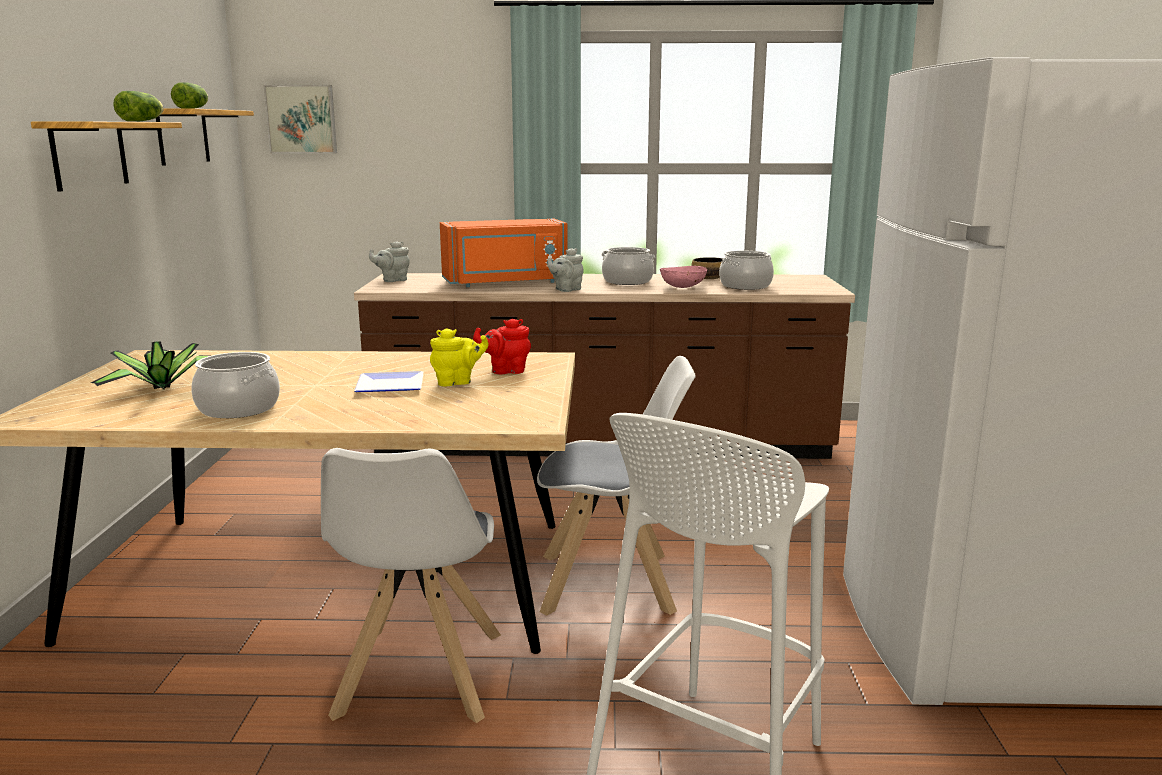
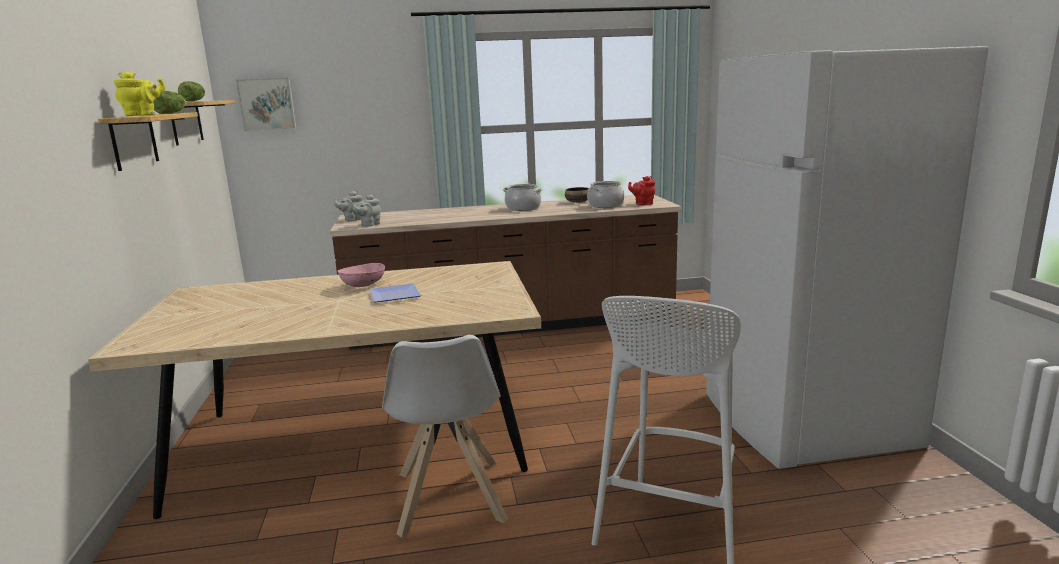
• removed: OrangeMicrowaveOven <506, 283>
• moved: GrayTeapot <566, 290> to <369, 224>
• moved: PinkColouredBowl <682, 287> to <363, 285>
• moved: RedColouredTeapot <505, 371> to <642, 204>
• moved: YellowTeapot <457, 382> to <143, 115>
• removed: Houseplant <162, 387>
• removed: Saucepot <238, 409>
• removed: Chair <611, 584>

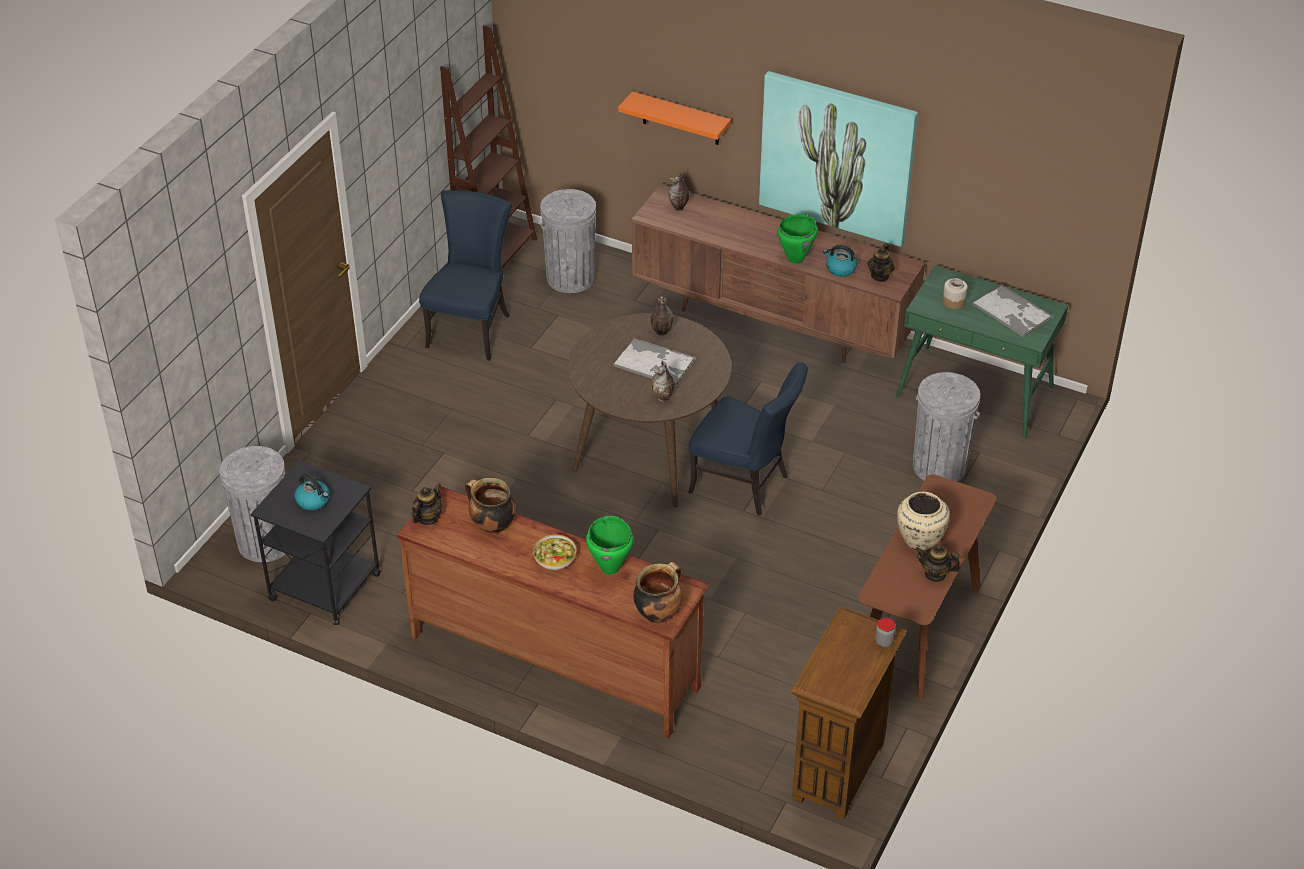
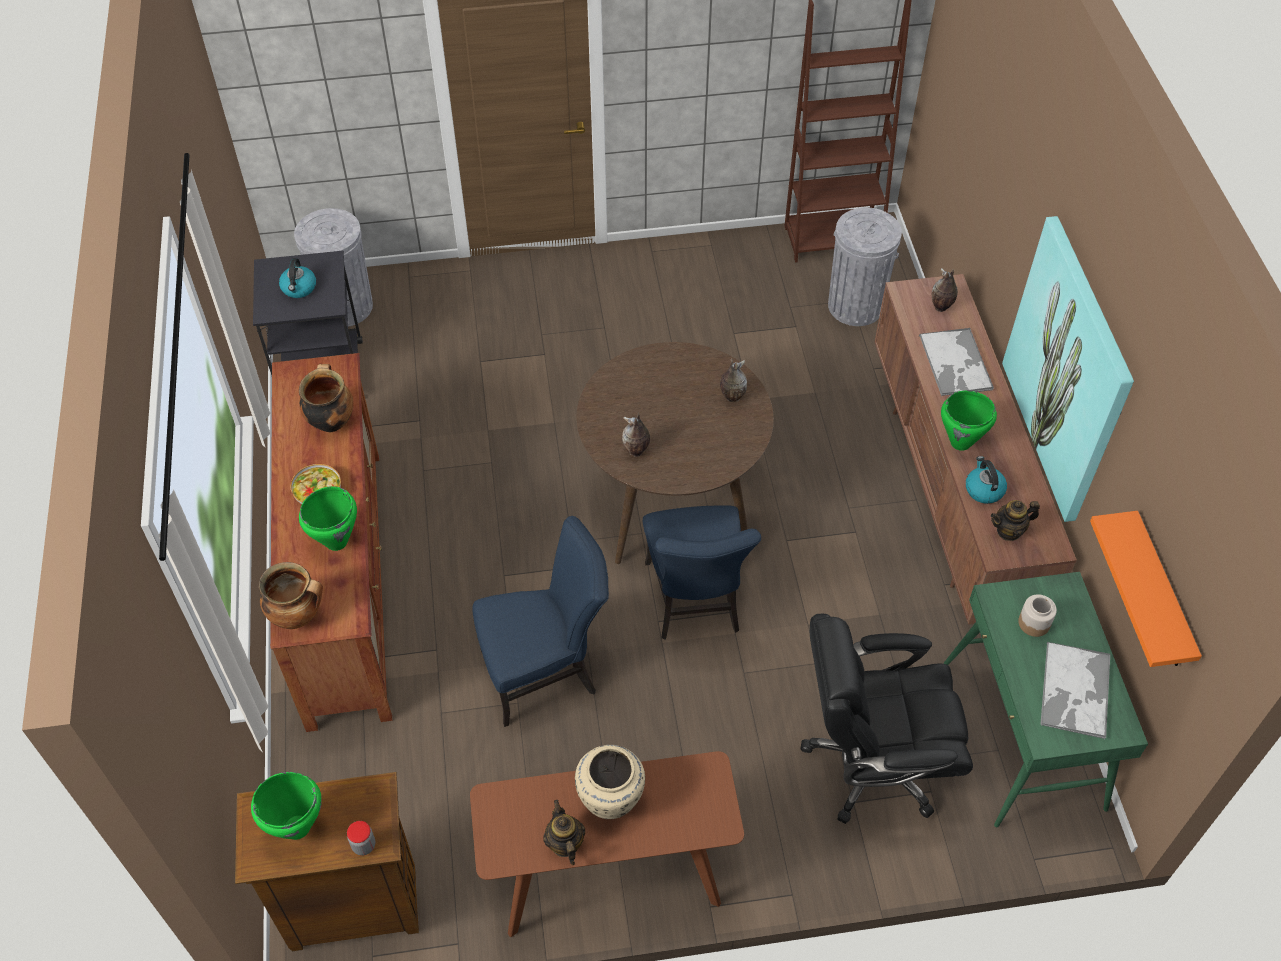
• moved: OrangeWallShelf <681, 119> to <1161, 595>
• moved: BluishChair <472, 328> to <546, 671>
• moved: ServingTray <654, 363> to <955, 363>
• replaced: GrayRubbishBin <939, 466> to BlackishDeskChair <873, 763>
• removed: Teapot <428, 518>
• added: GreenishSaucepot <296, 827>

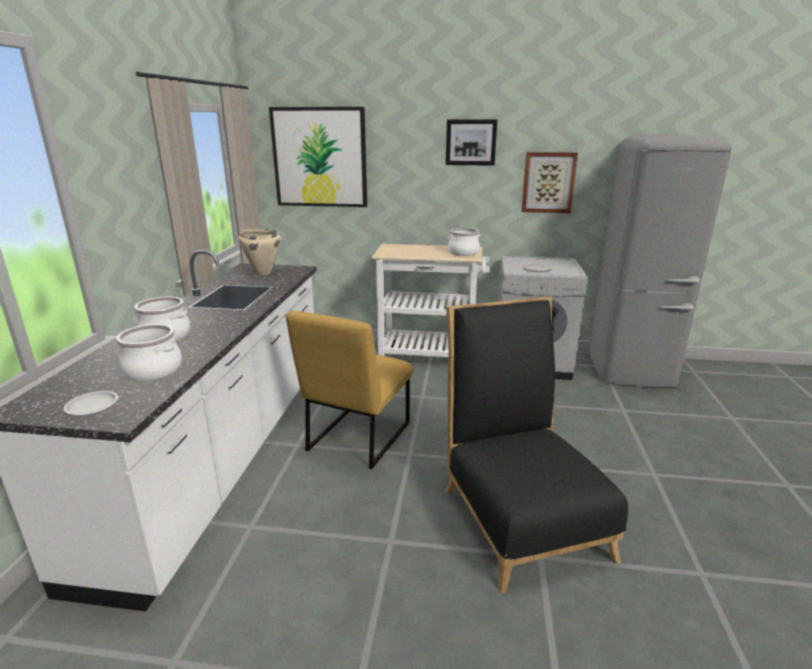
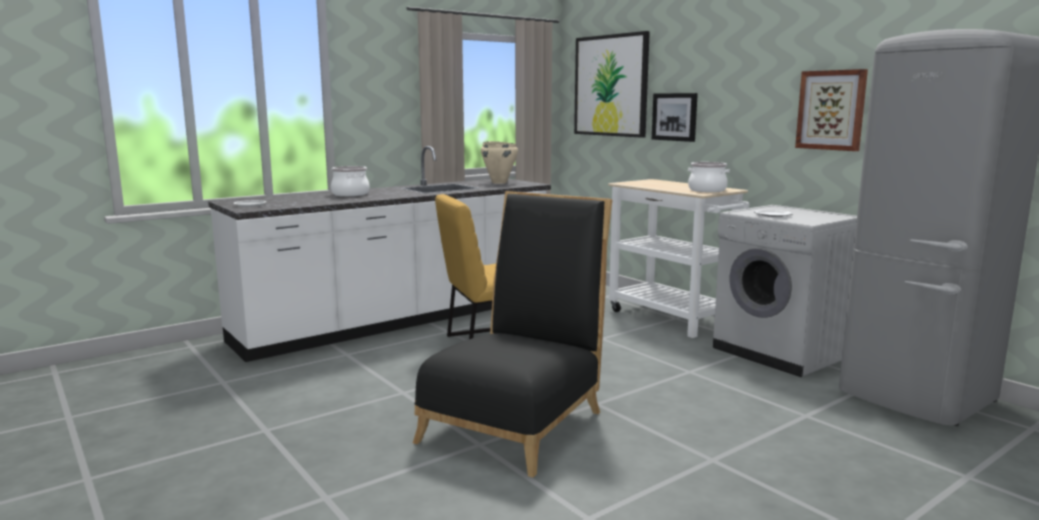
• moved: Picture <471, 142> to <675, 117>
• removed: Saucepot <152, 371>

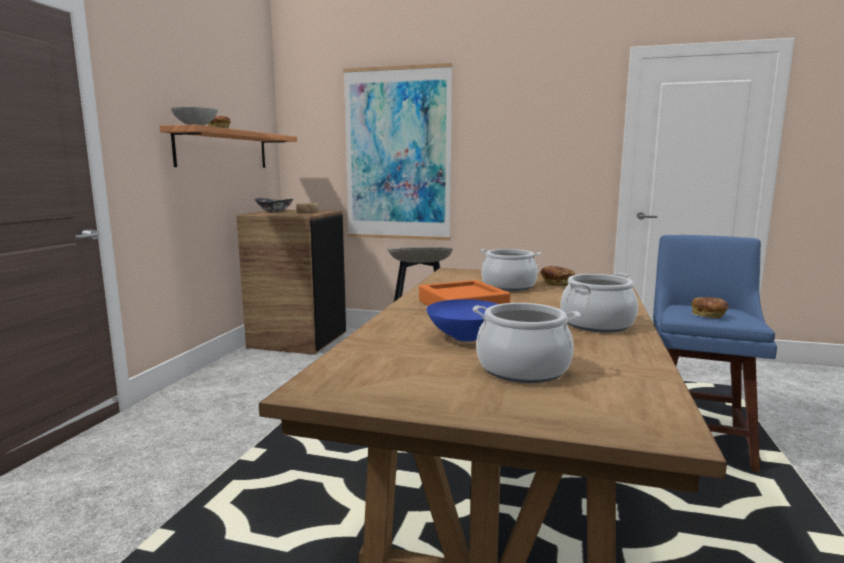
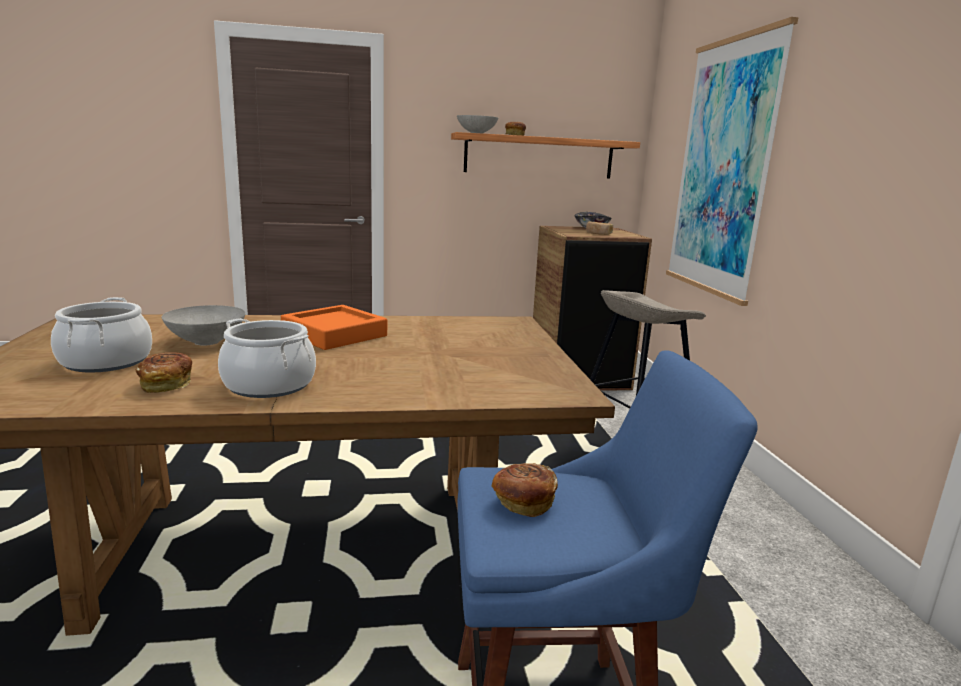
• removed: Saucepot <508, 286>
• moved: BakeryBread <556, 283> to <167, 385>
• recoloured: BluishBowl <467, 338> to GrayBowl <206, 342>

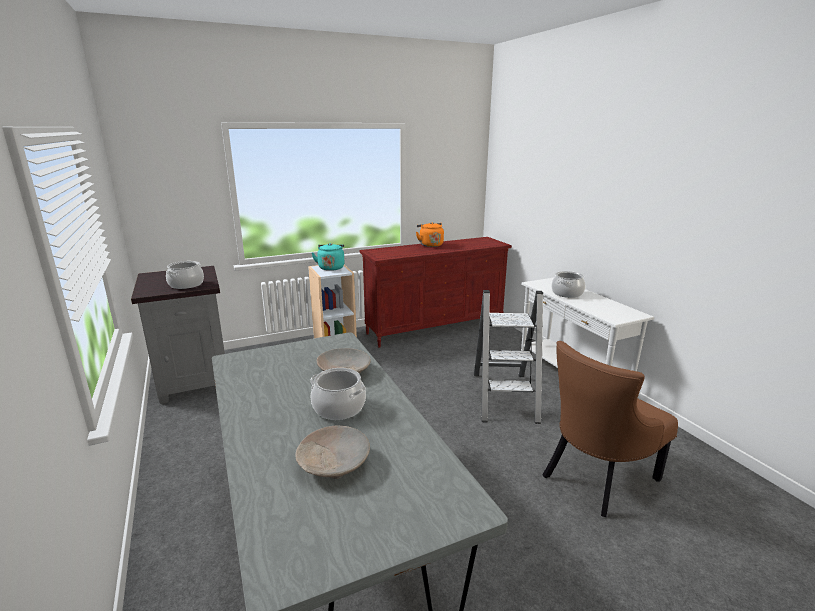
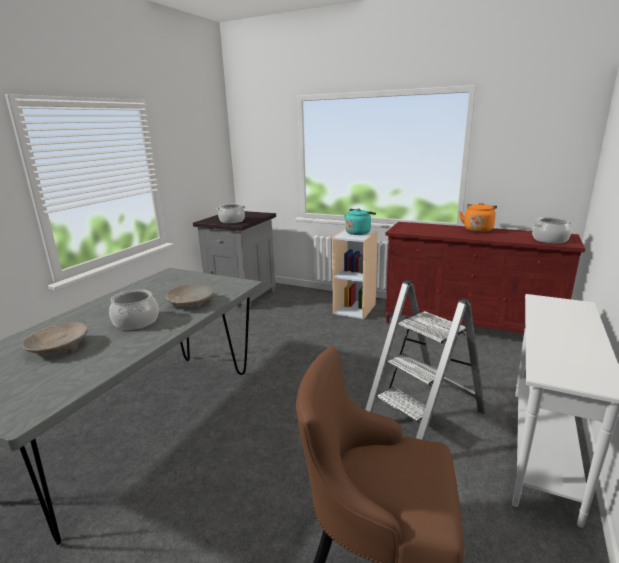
• moved: Saucepot <567, 293> to <549, 240>

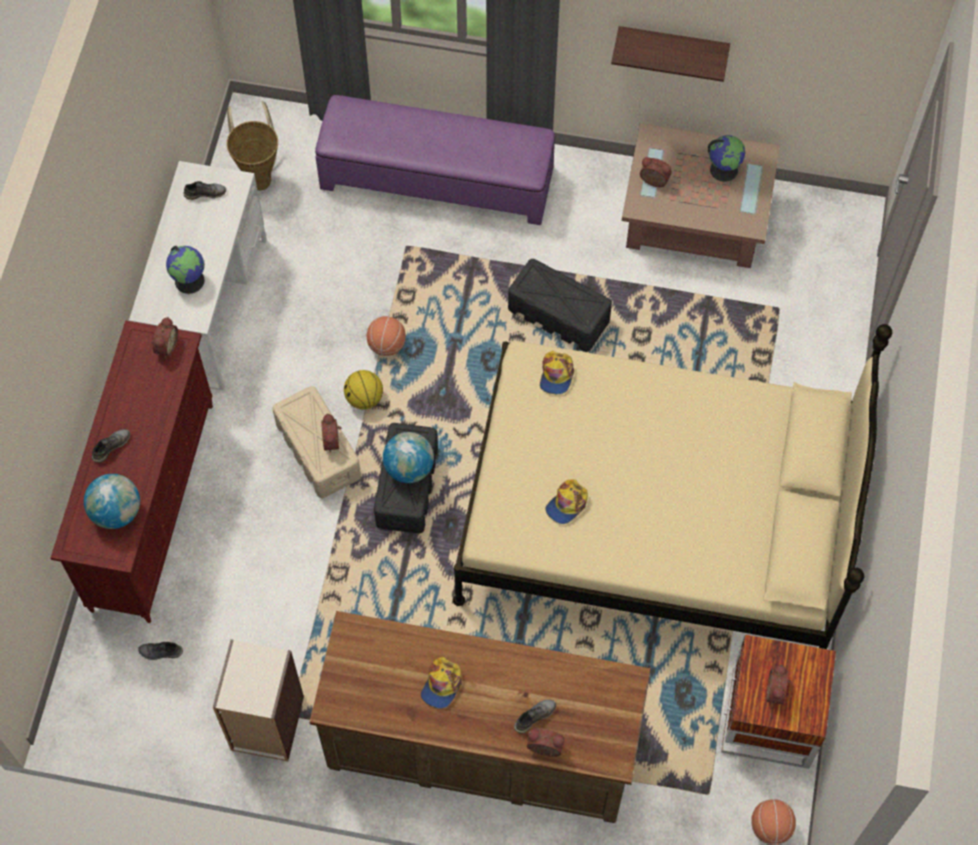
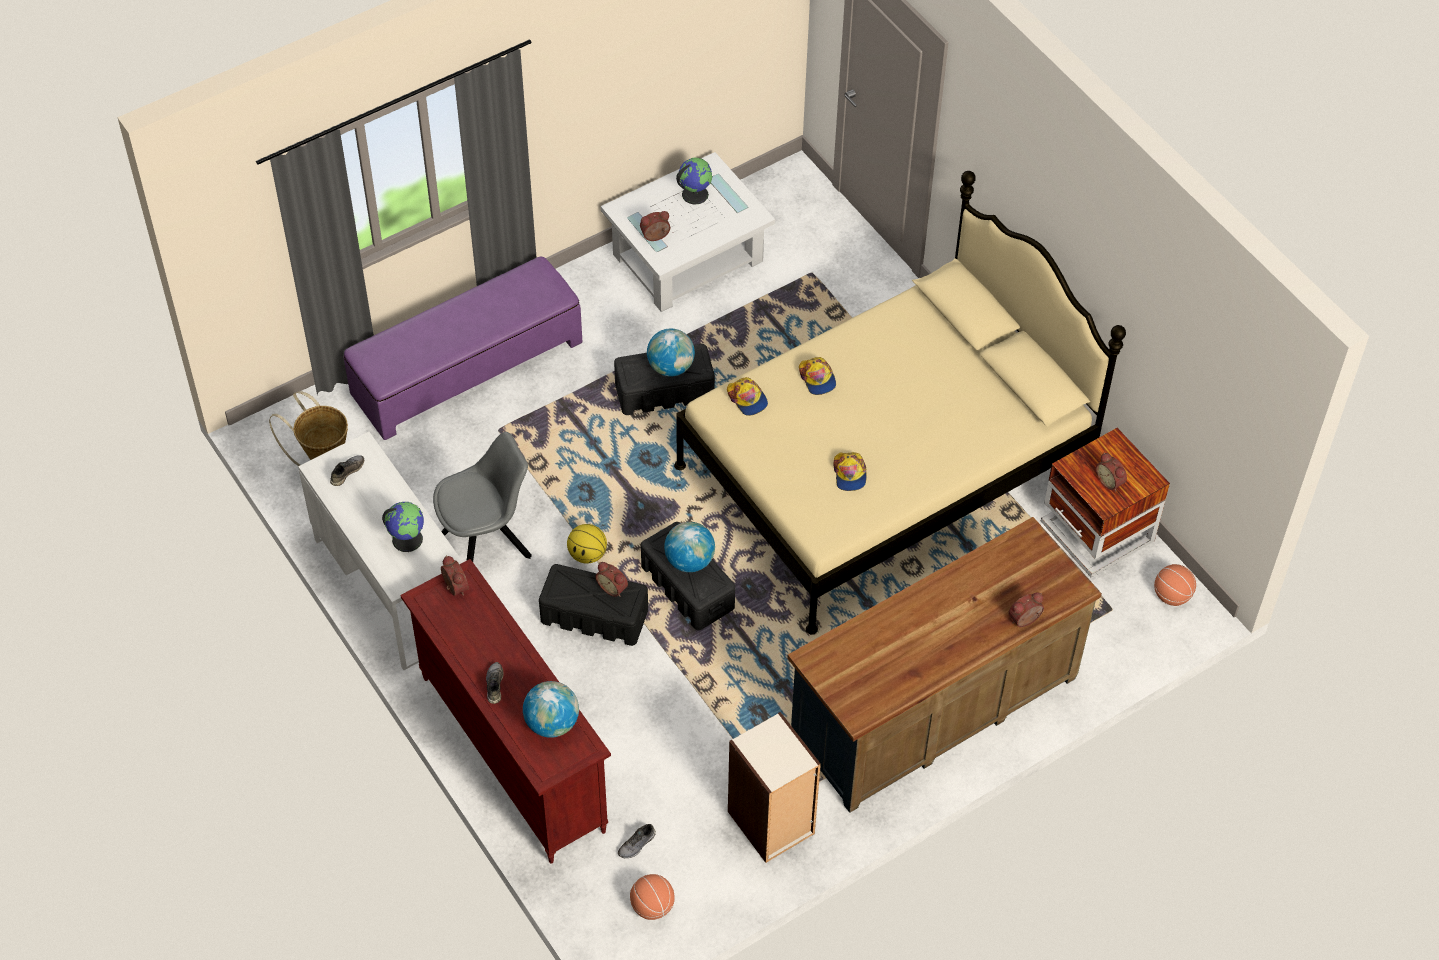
• removed: WallShelf <672, 46>
• recoloured: BrownCoffeeTable <694, 219> to WhiteColouredCoffeeTable <687, 258>
• moved: BallForBasketball <386, 345> to <652, 907>
• recoloured: BeigeStorageBox <318, 451> to BlackishStorageBox <595, 616>
• moved: BaseballCap <441, 685> to <817, 378>
• removed: GrayItemOfFootwear <534, 716>
• added: WorldGlobe <671, 367>
• added: GrayChair <486, 546>

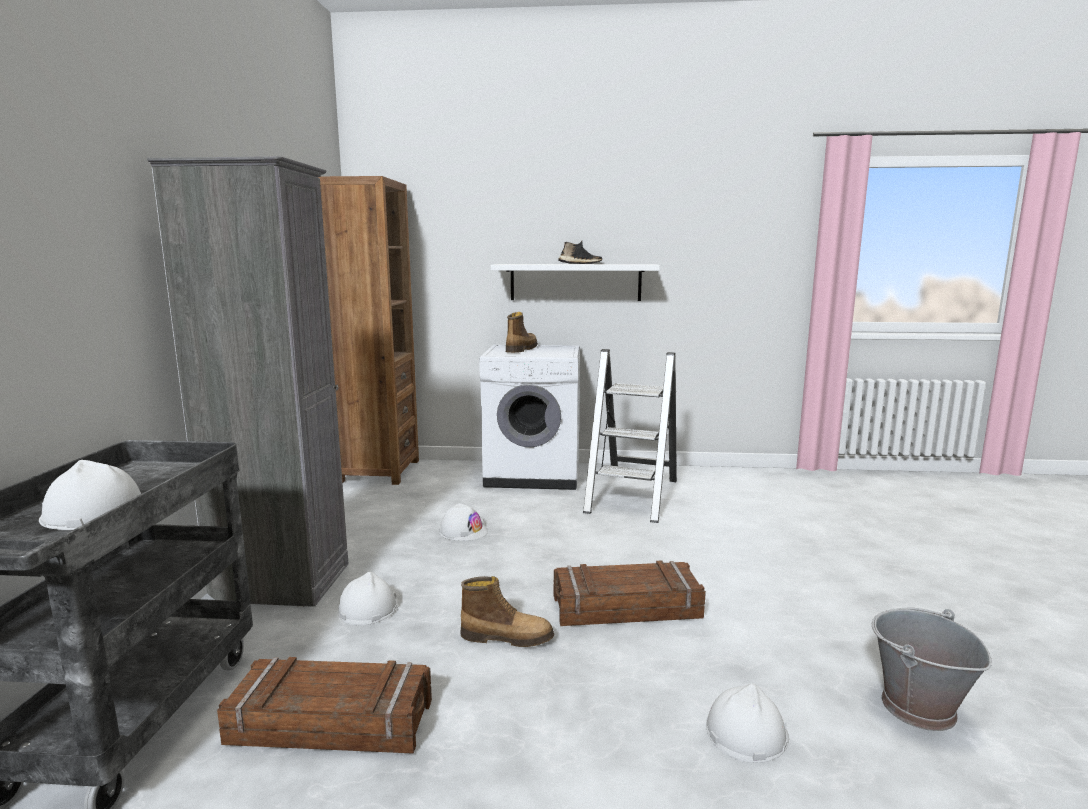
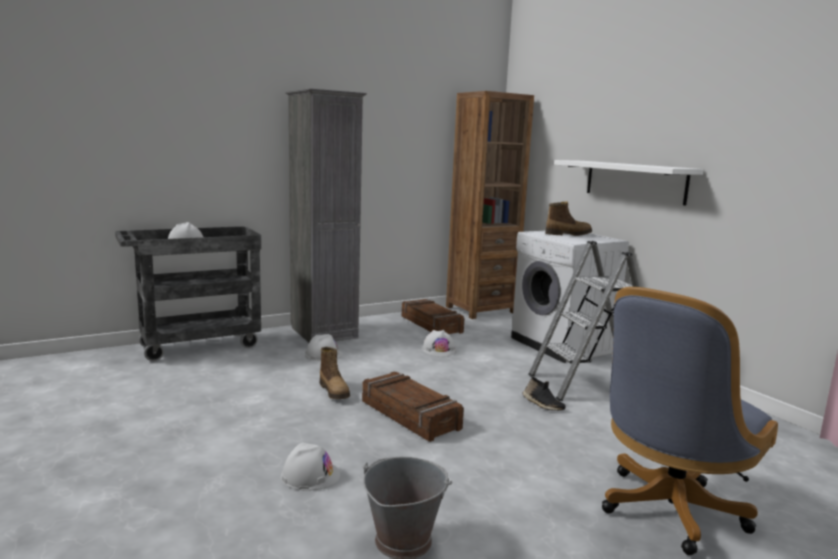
• moved: BlackishItemOfFootwear <580, 264> to <542, 404>
• moved: Crate <332, 721> to <431, 324>
• added: BluishDeskChair <666, 515>

